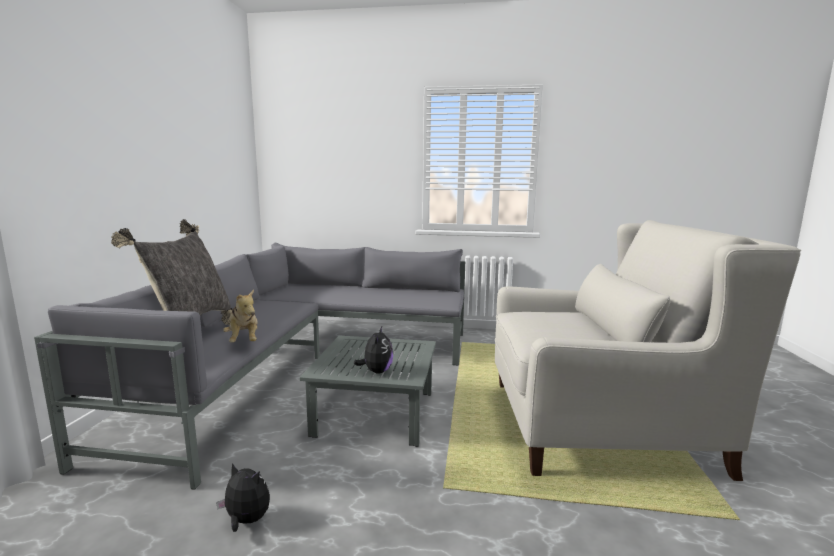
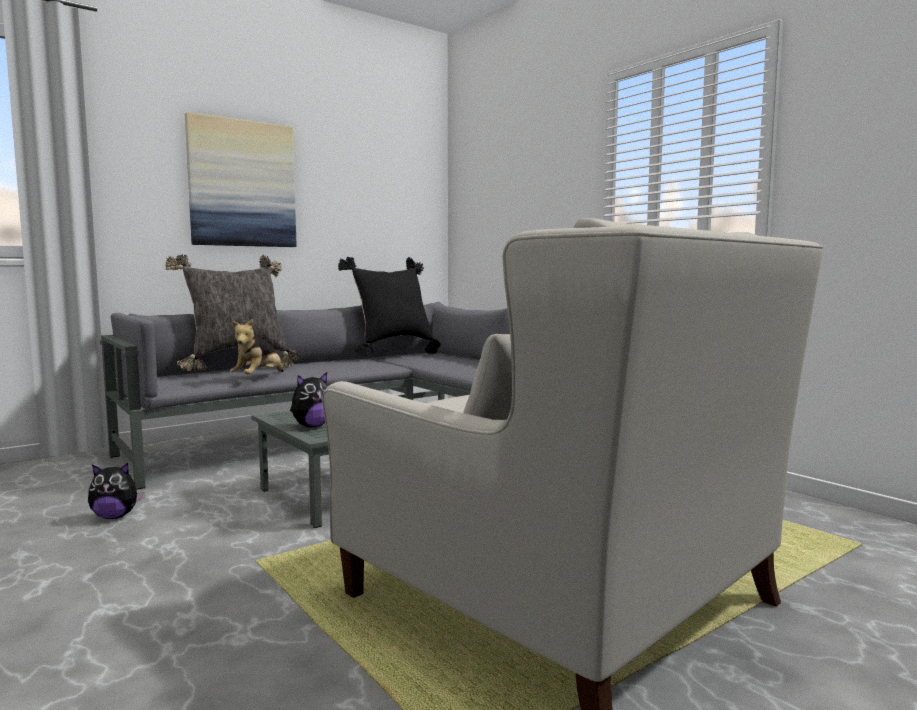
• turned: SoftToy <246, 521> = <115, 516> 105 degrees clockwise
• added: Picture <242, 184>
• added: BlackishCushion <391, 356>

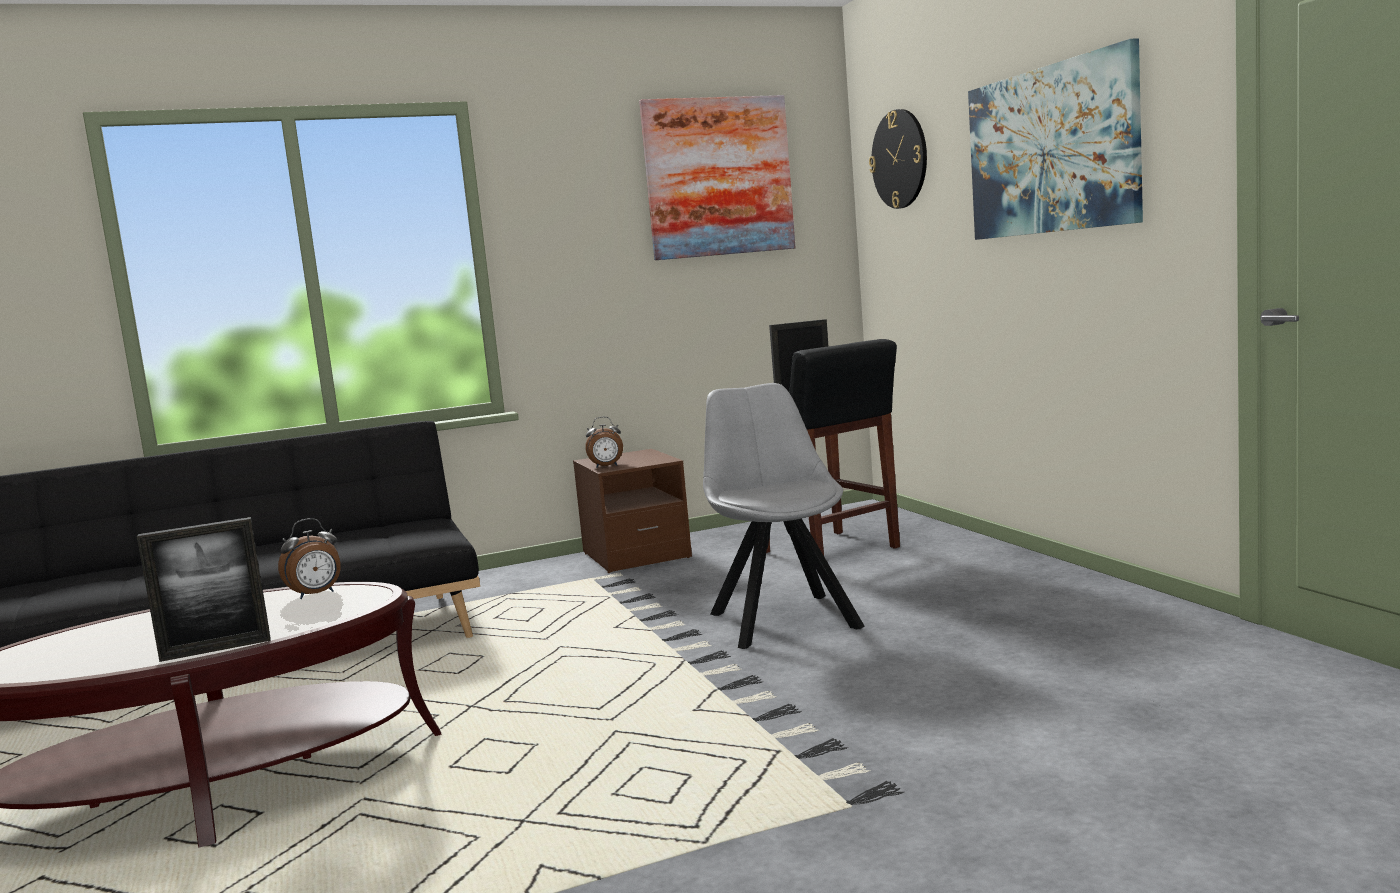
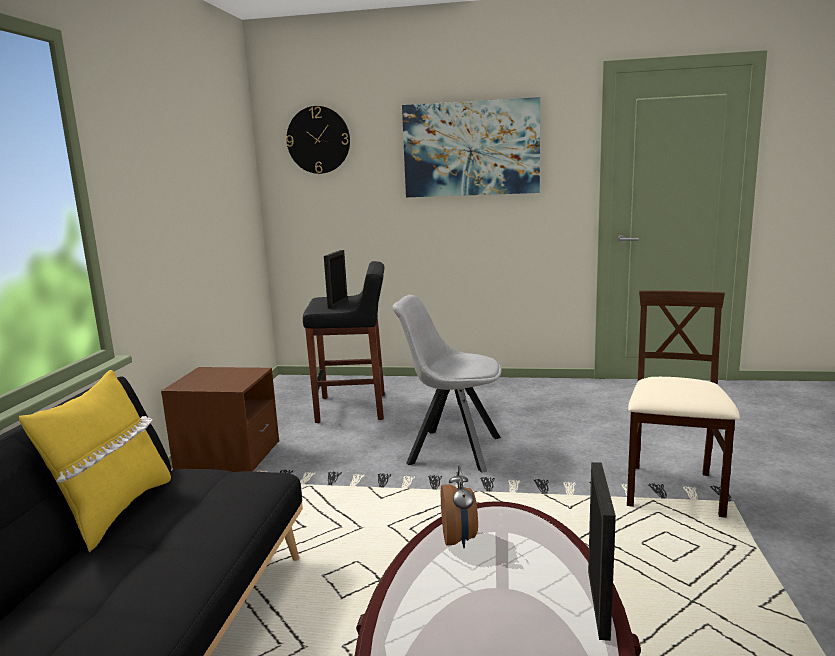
• removed: Picture <718, 177>
• removed: TableClock <606, 466>
• added: BeigeChair <673, 491>
• added: YellowCushion <114, 511>

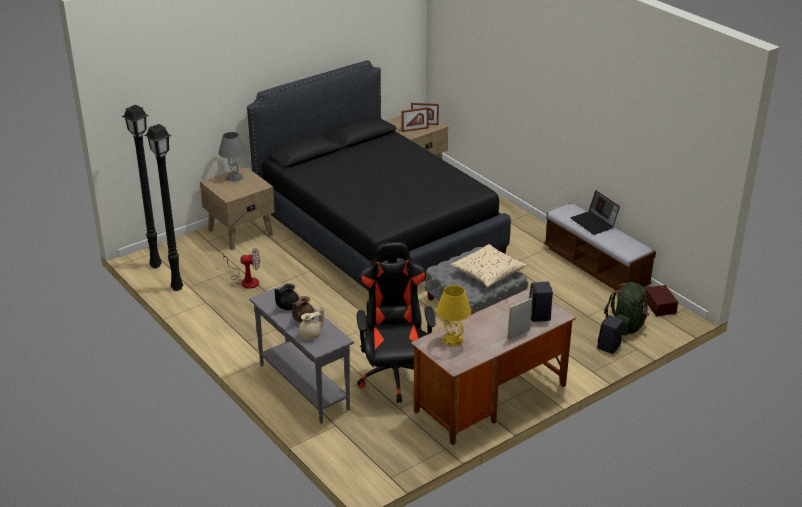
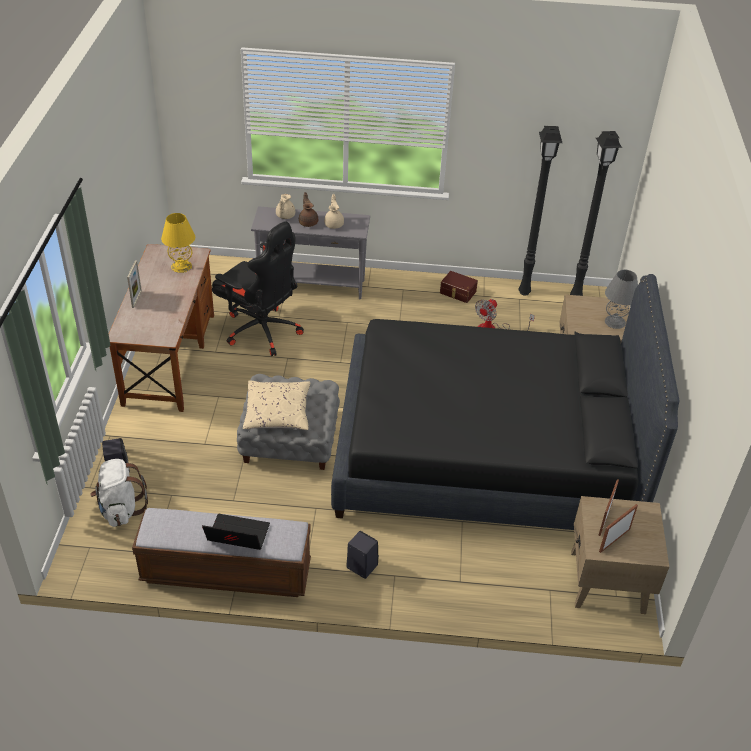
• moved: BlackishSpeaker <539, 316> to <361, 566>
• recoloured: GreenishBackpack <627, 326> to WhiteColouredBackpack <120, 509>
• recoloured: BlackishTeapot <287, 306> to BeigeTeapot <334, 224>
• moved: BrownStorageBox <660, 306> to <457, 292>

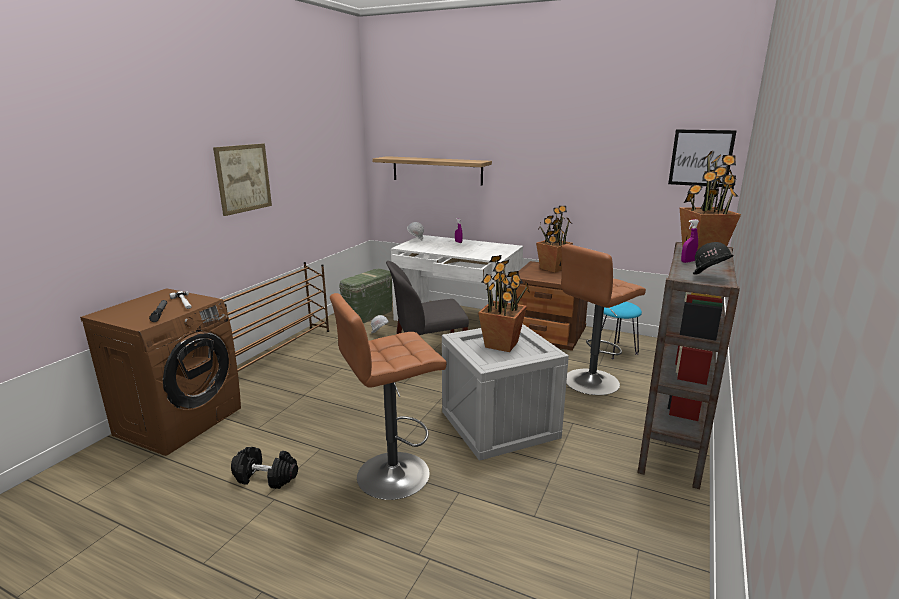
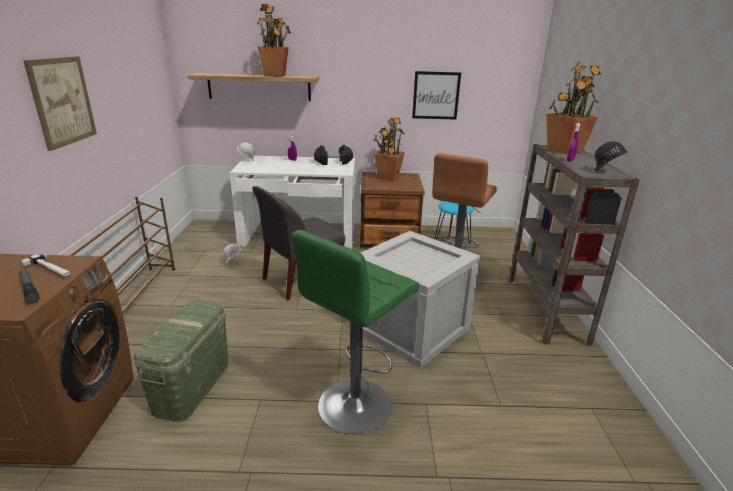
• moved: Picture <701, 158> to <436, 95>
• moved: Houseplant <502, 344> to <275, 75>
• moved: GreenishStorageBox <368, 315> to <192, 386>
• recoloured: BrownSittingStool <392, 475> to GreenishSittingStool <354, 405>
• moved: BlackishFreeWeight <266, 477> to <333, 162>

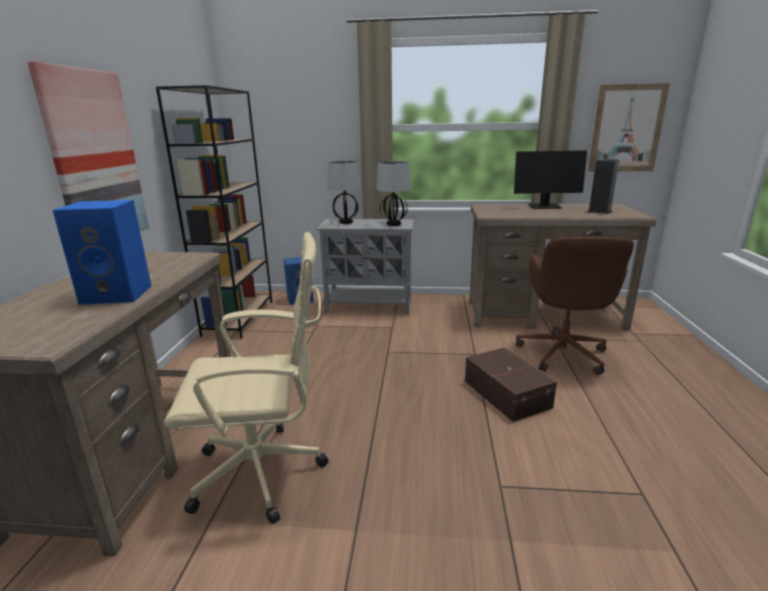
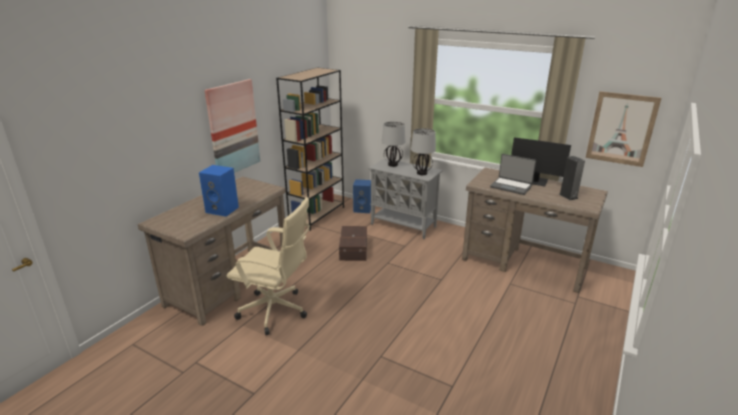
• removed: BrownDeskChair <562, 355>
• moved: BrownStorageBox <507, 393> to <354, 249>
• added: Laptop <511, 186>

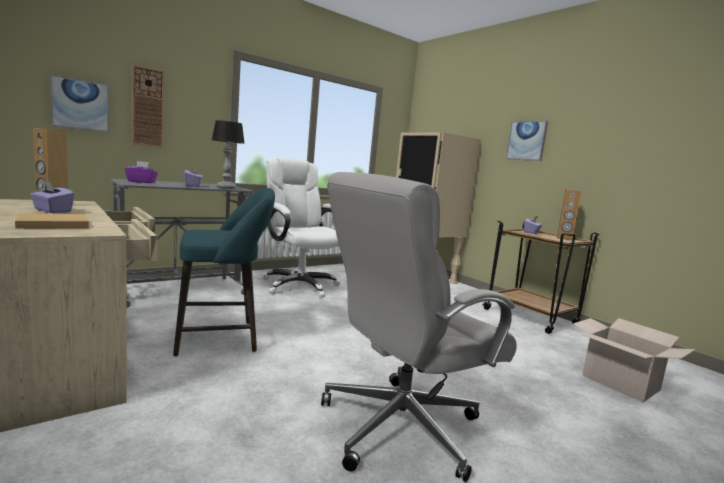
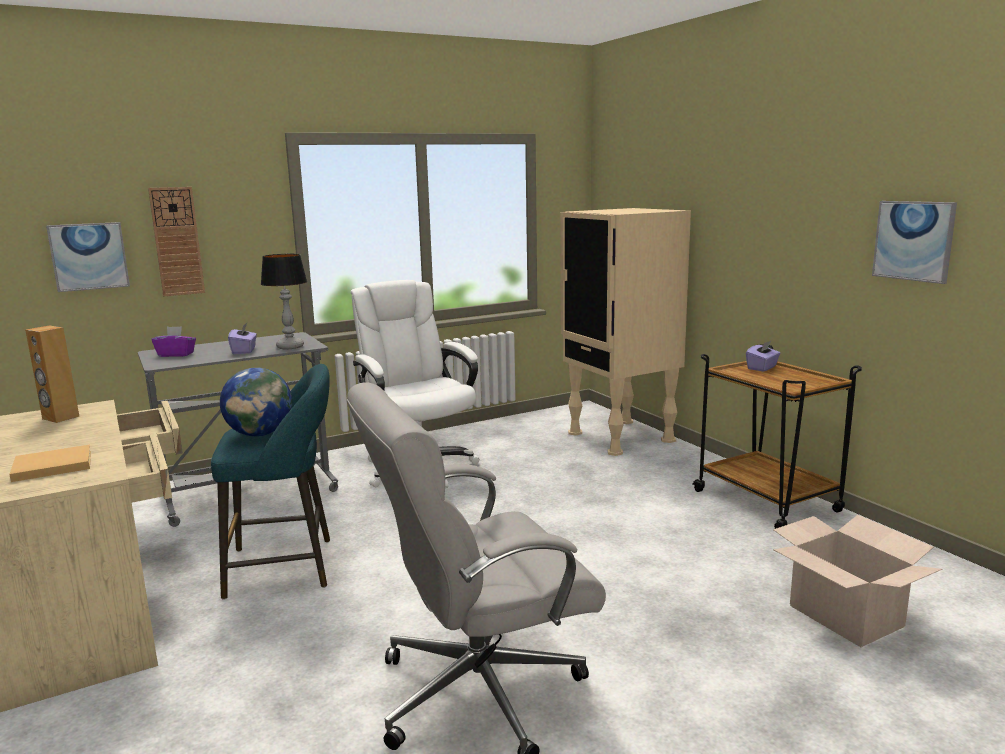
• moved: Picture <526, 140> to <913, 240>
• removed: PurpleTissueHolder <52, 211>
• removed: BrownSpeaker <564, 239>
• added: WorldGlobe <260, 434>

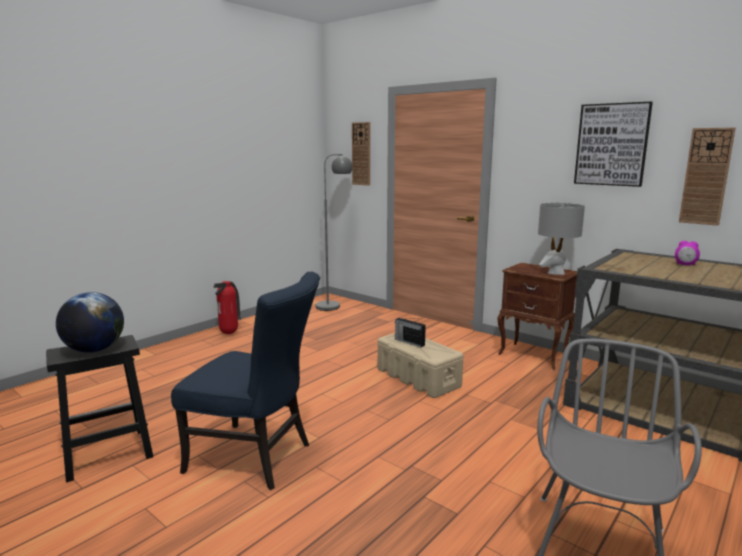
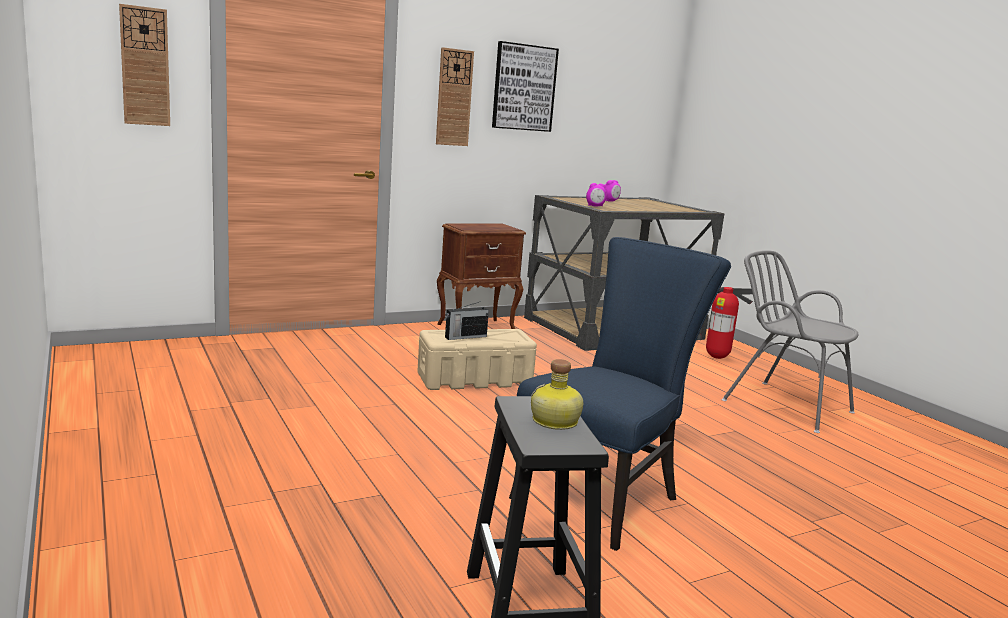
• moved: ClockOnTheWall <706, 176> to <454, 98>
• removed: GrayStandingLamp <334, 305>
• removed: GrayTableLamp <555, 273>
• moved: Extinguisher <229, 333> to <717, 357>
• replaced: WorldGlobe <94, 350> to Bottle <555, 422>
• added: TableClock <595, 206>

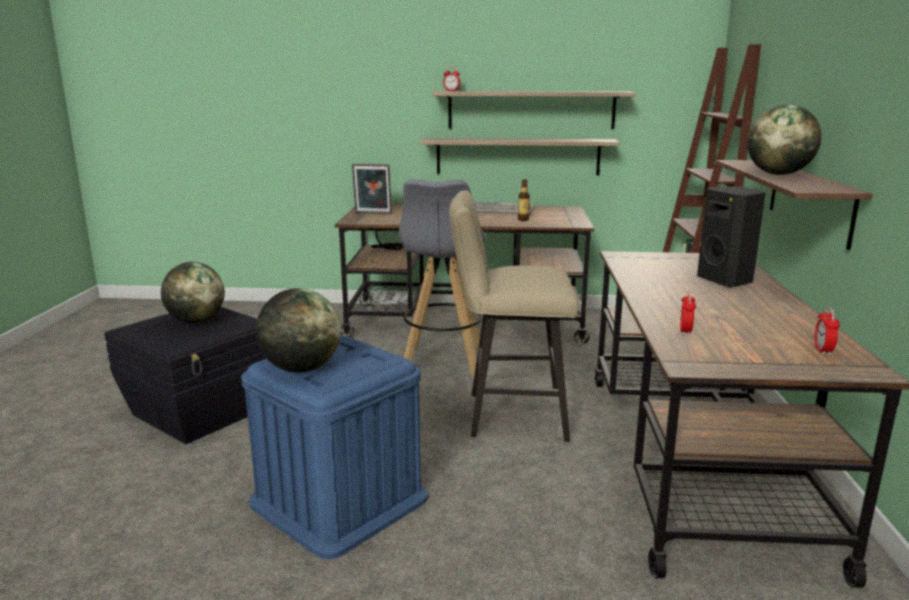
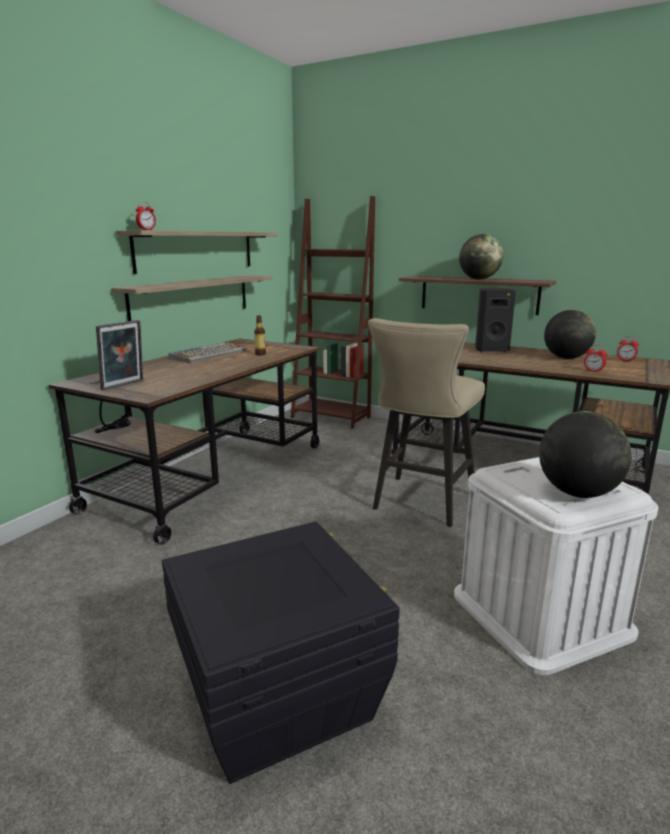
• removed: GraySittingStool <442, 363>
• moved: WorldGlobe <196, 321> to <566, 358>
• recoloured: BluishStorageBox <339, 500> to WhiteColouredStorageBox <540, 613>

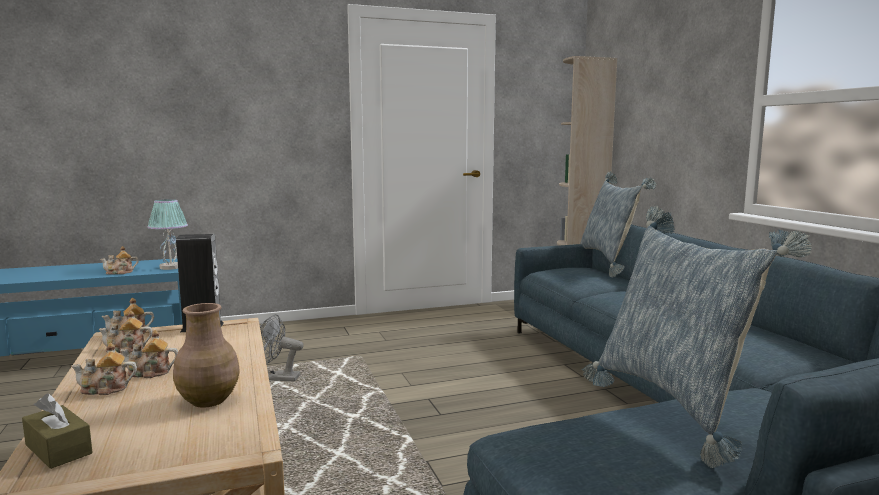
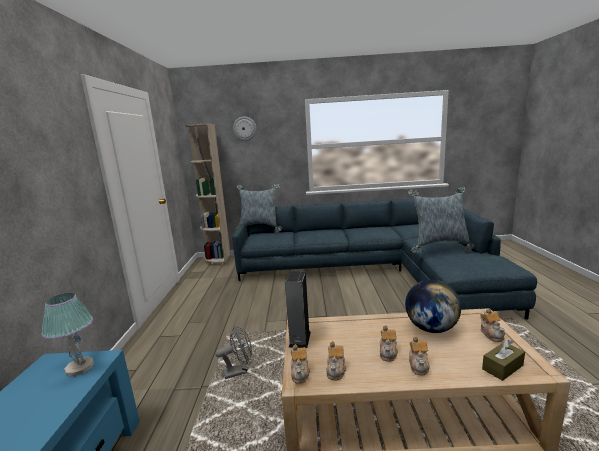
• moved: Teapot <120, 272> to <491, 334>
• replaced: BrownVase <209, 400> to WorldGlobe <431, 328>
• turned: GrayCoolingFan <277, 378> = <239, 371> 135 degrees counterclockwise
• added: ClockOnTheWall <244, 128>

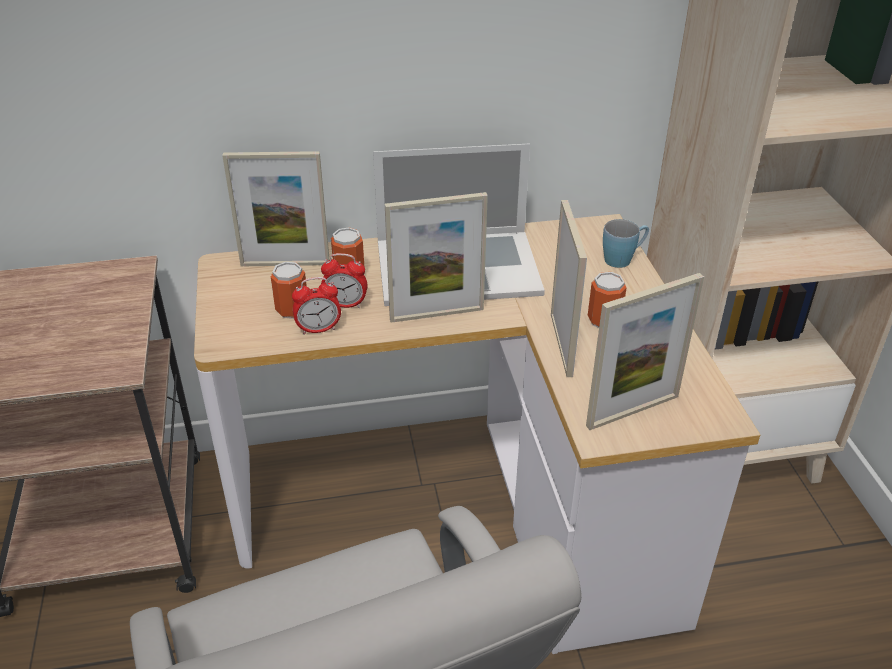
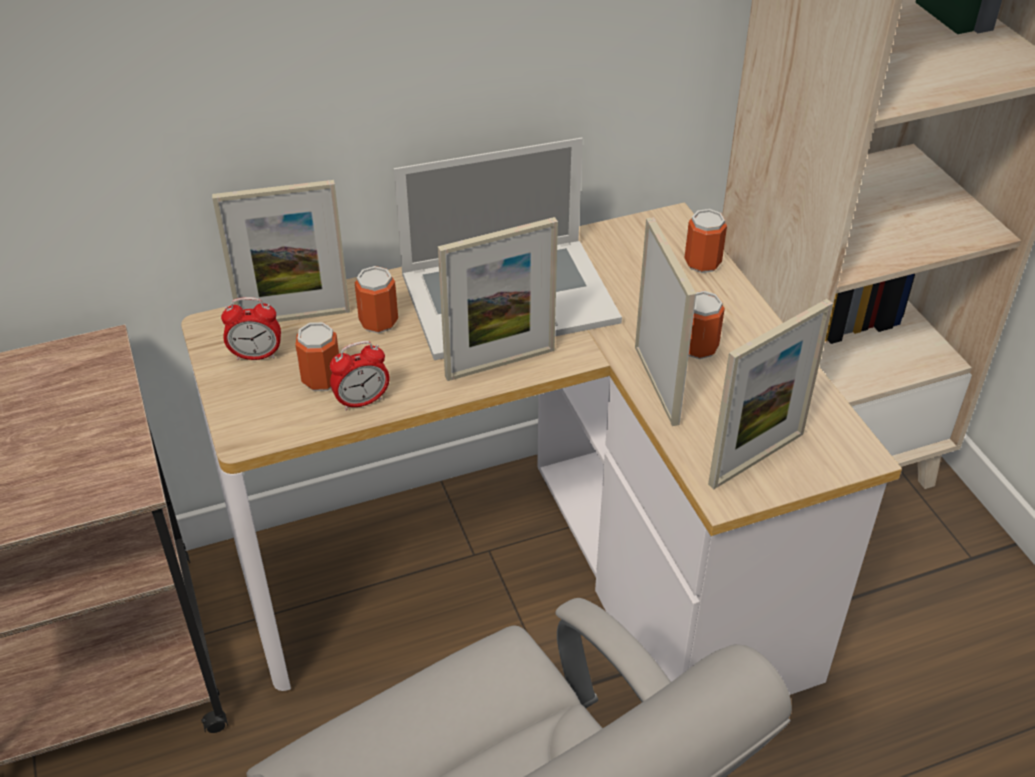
• replaced: BluishMug <623, 258> to Can <702, 263>
• moved: TableClock <345, 304> to <256, 355>

